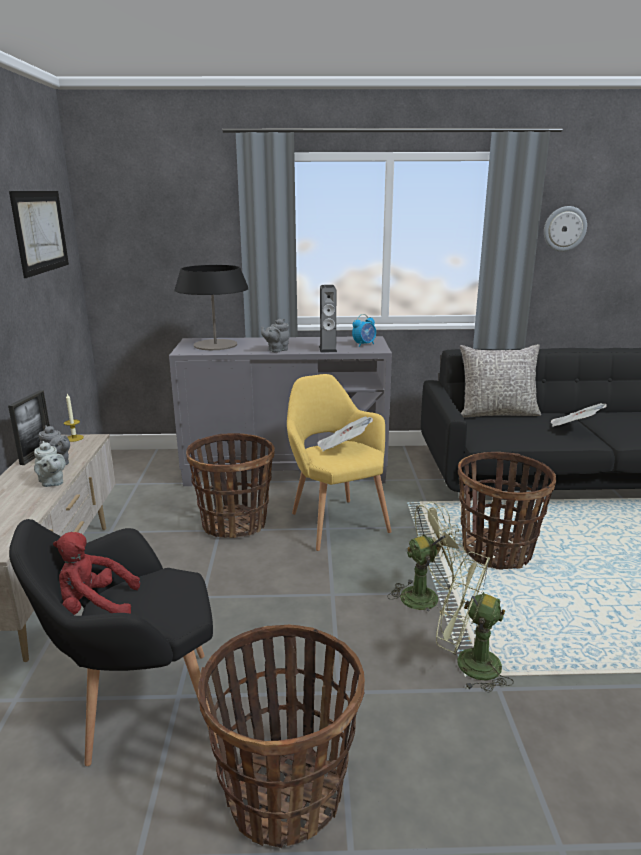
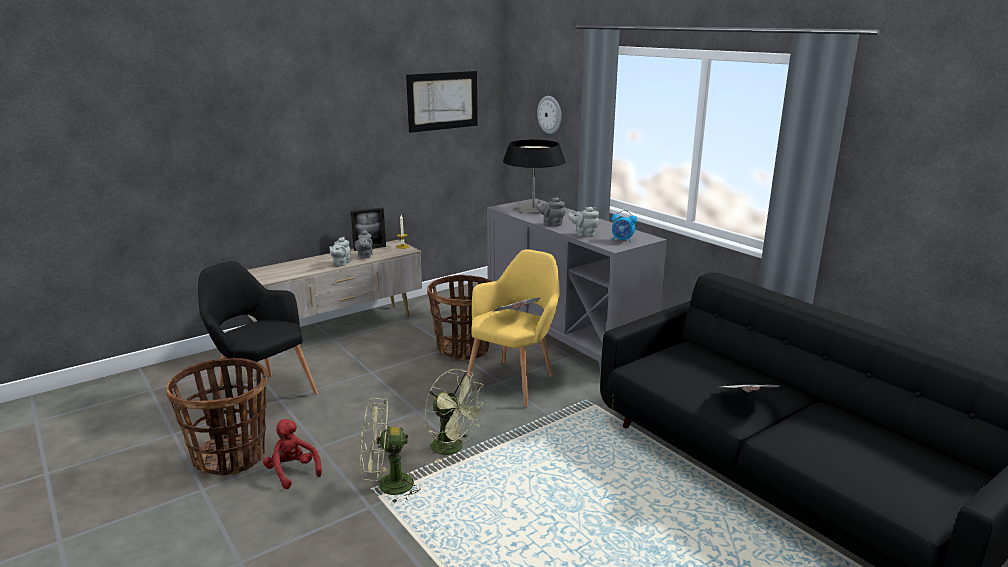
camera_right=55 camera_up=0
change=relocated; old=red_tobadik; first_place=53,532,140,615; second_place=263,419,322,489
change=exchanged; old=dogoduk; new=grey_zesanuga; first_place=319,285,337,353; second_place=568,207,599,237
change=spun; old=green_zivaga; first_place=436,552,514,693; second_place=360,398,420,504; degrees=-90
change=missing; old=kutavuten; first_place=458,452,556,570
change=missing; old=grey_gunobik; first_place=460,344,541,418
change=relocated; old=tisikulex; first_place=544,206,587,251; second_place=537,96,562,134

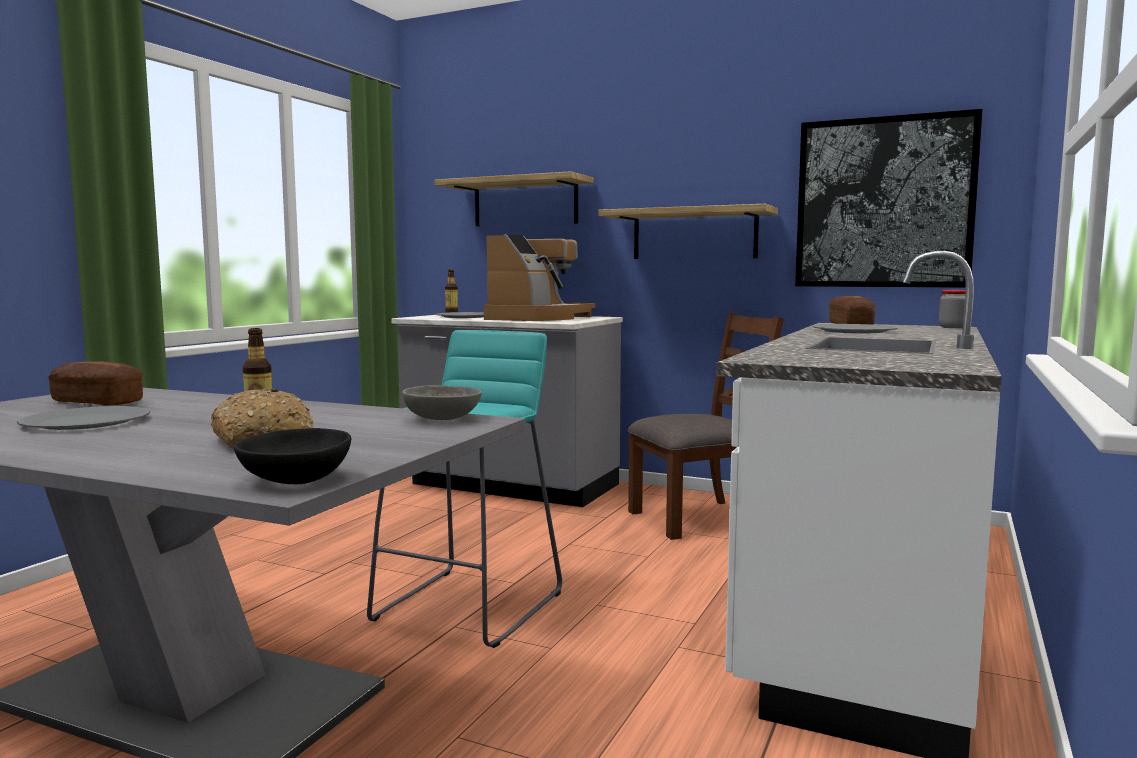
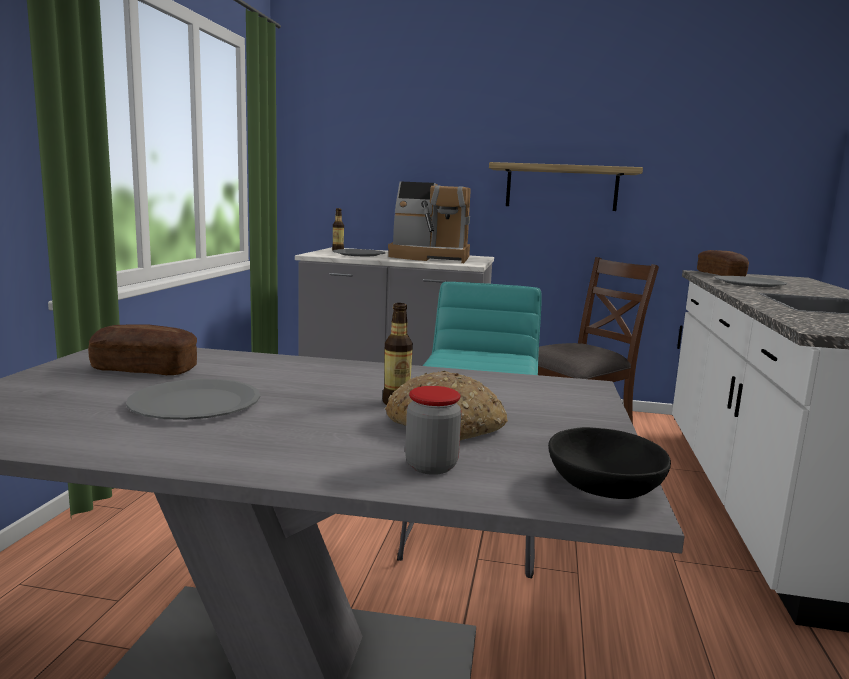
camera_right=-15 camera_up=5
change=missing; old=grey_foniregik; first_place=402,385,482,420
change=missing; old=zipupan; first_place=435,171,594,226
change=spun; old=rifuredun; first_place=484,234,595,321; second_place=388,181,471,263; degrees=90
change=missing; old=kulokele; first_place=795,109,982,288
change=relocated; old=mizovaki; first_place=939,290,966,328; second_place=405,386,461,475

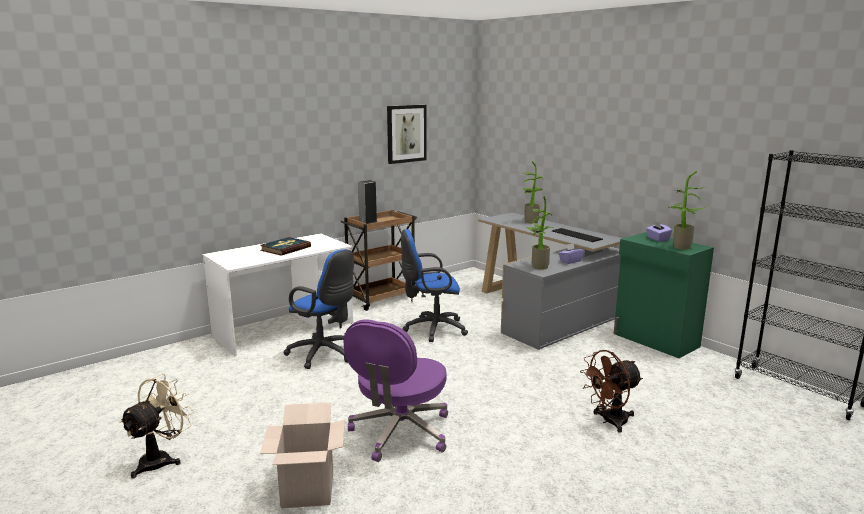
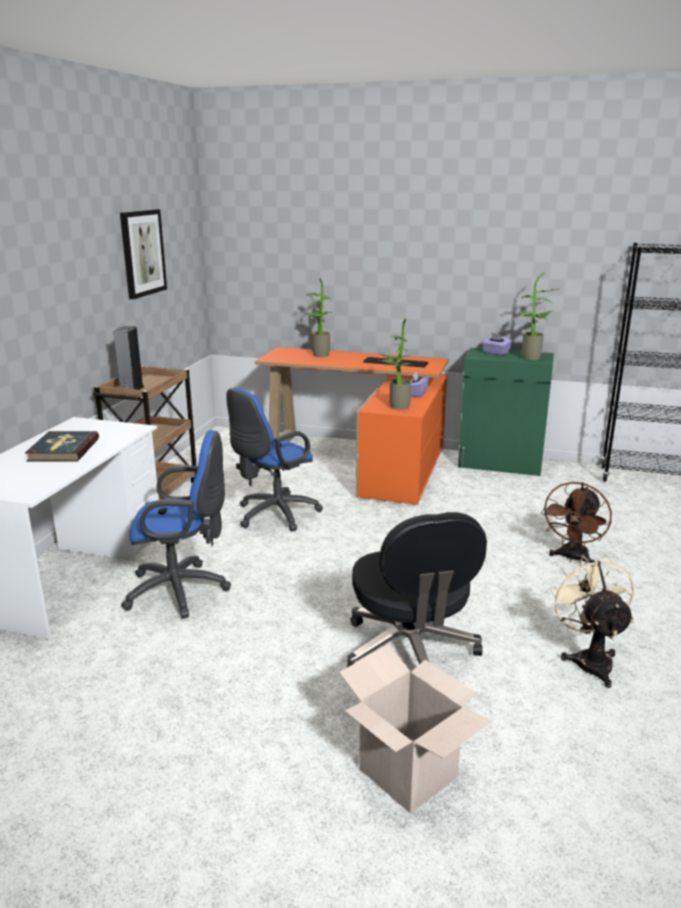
camera_right=-35 camera_up=5
change=relocated; old=beige_zivaga; first_place=120,374,194,479; second_place=550,555,635,688
change=colour; old=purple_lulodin; new=black_lulodin; first_place=343,319,448,462; second_place=346,512,487,668
change=colour; old=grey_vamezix; new=orange_vamezix; first_place=478,212,622,350; second_place=255,347,449,505

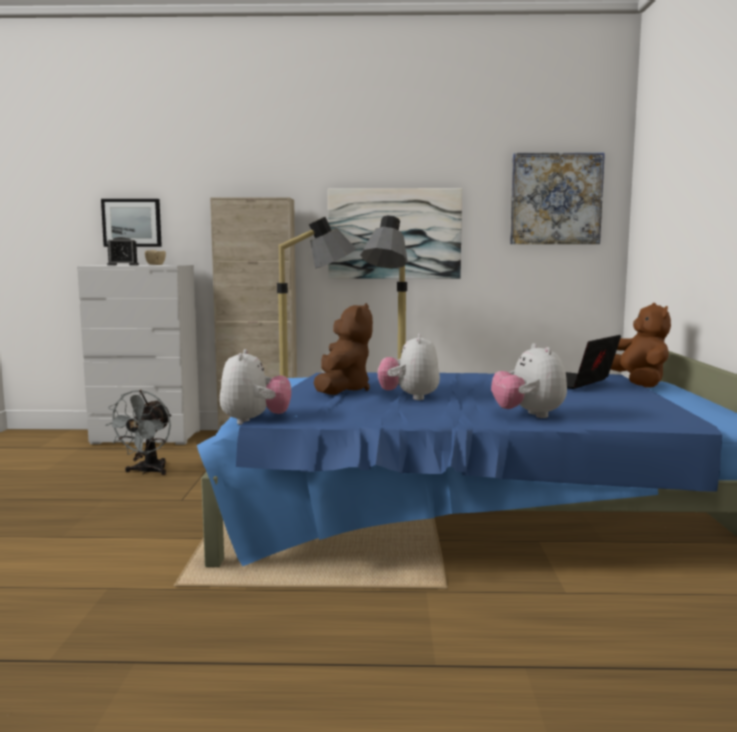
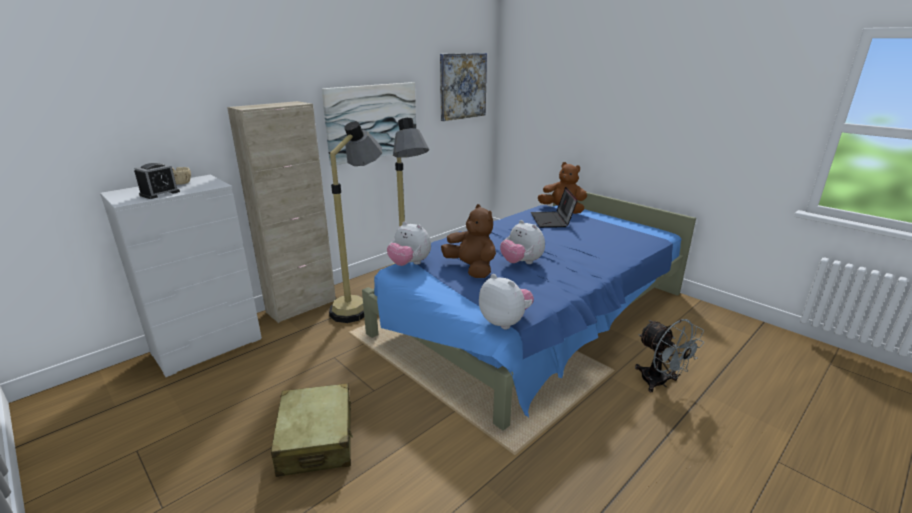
camera_right=-45 camera_up=15
change=missing; old=kulokele; first_place=101,199,162,247
change=relocated; old=grey_zivaga; first_place=105,390,171,475; second_place=635,319,704,392
change=relocated; old=tobadik; first_place=491,343,567,418; second_place=387,221,431,266
change=appeared; new=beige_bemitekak; second_place=271,383,353,477

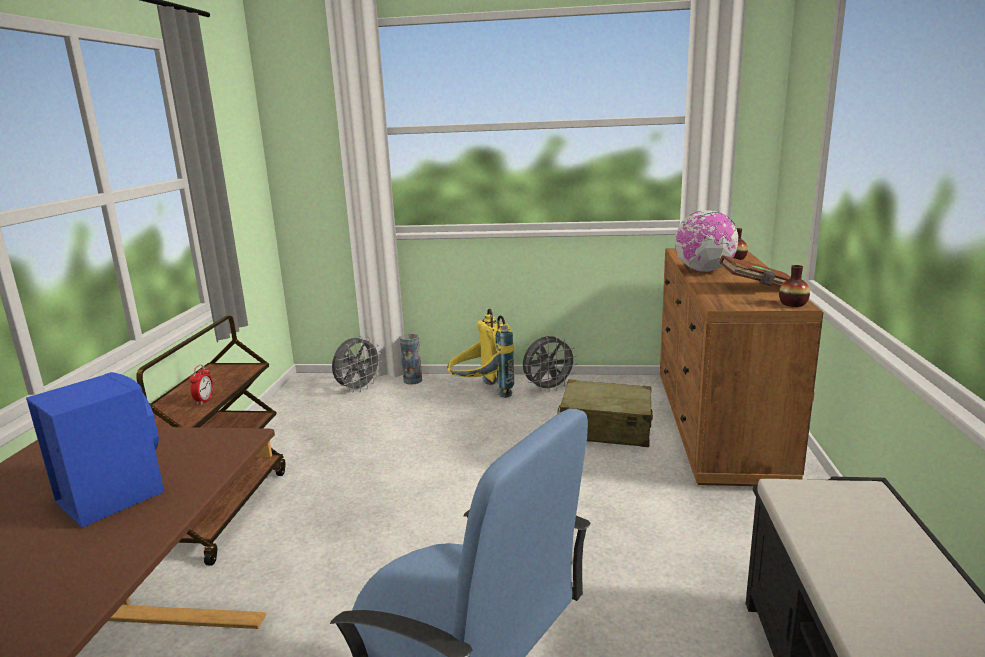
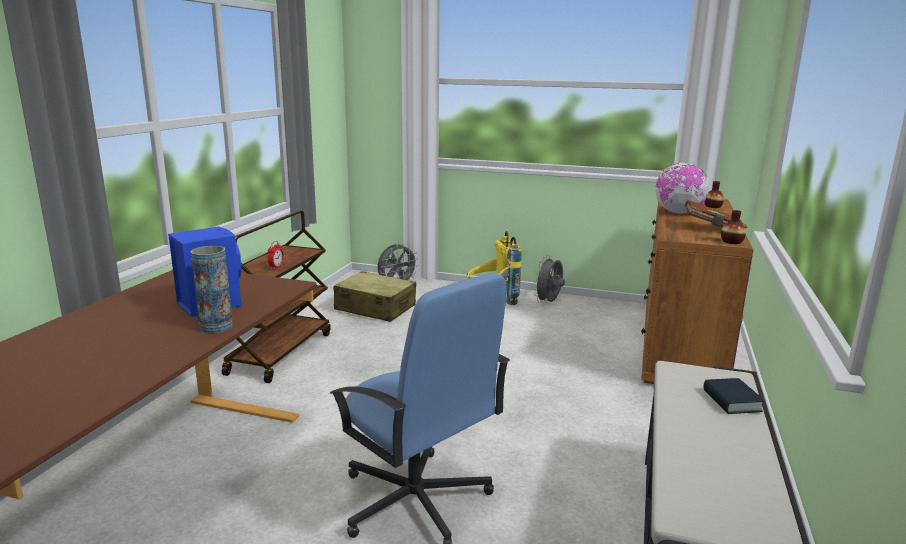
camera_right=10 camera_up=0
change=relocated; old=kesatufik; first_place=400,334,422,385; second_place=191,246,233,333
change=spun; old=grey_zivaga; first_place=523,336,577,393; second_place=533,255,565,303; degrees=135
change=relocated; old=beige_bemitekak; first_place=557,380,653,447; second_place=334,271,416,322
change=appeared; new=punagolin; second_place=703,378,764,414

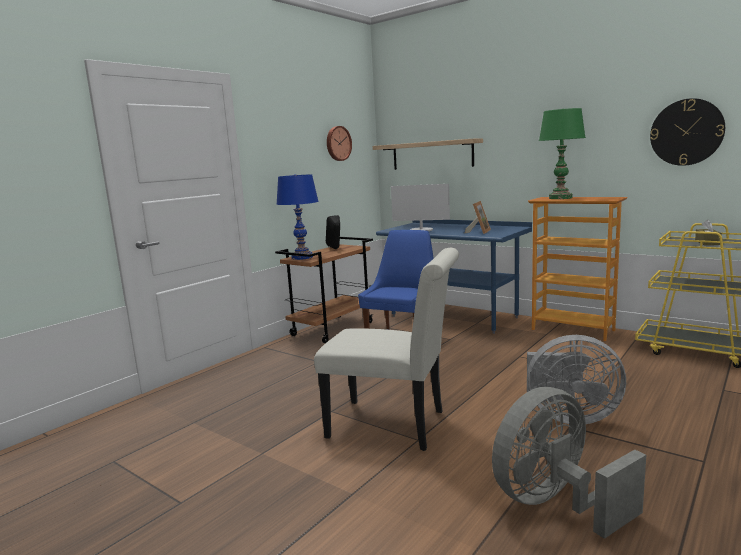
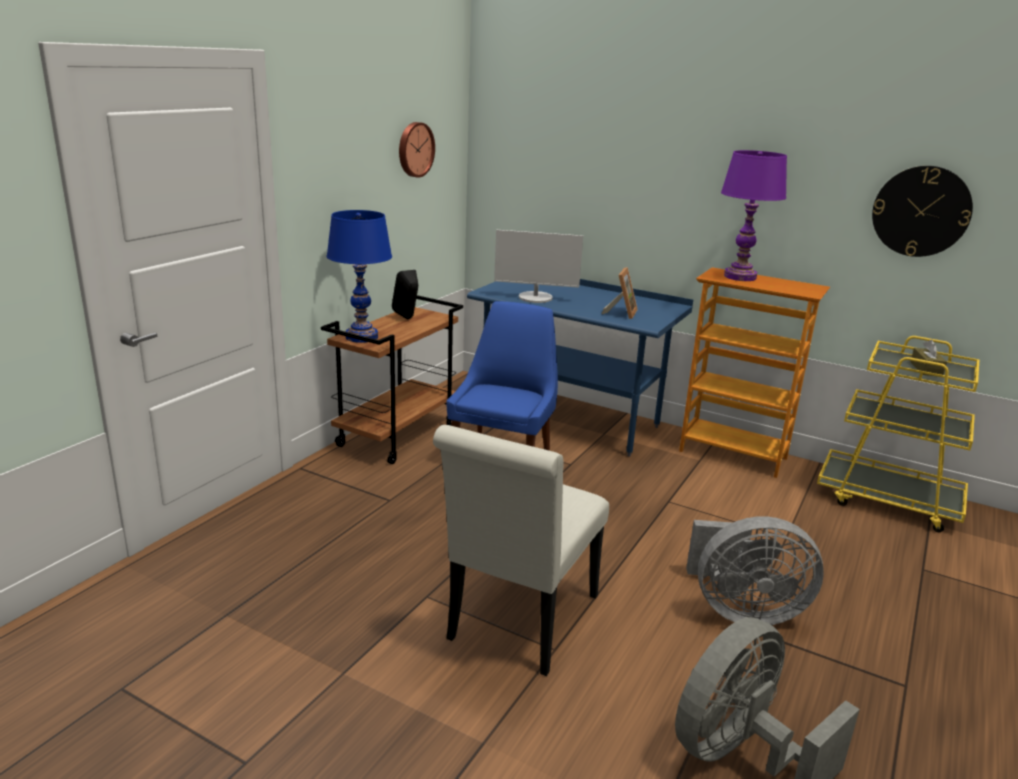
camera_right=-10 camera_up=10
change=spun; old=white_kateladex; first_place=314,248,459,451; second_place=433,425,609,676; degrees=105
change=missing; old=zipupan; first_place=372,138,483,170
change=colour; old=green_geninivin; new=purple_geninivin; first_place=539,108,586,199; second_place=721,150,787,281

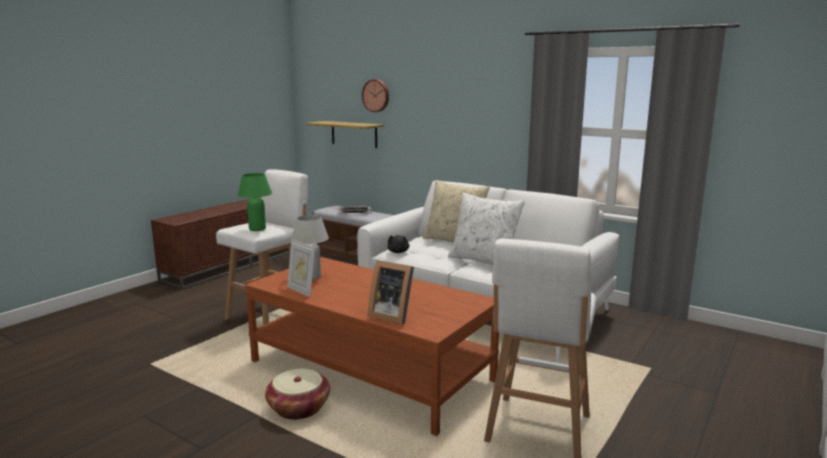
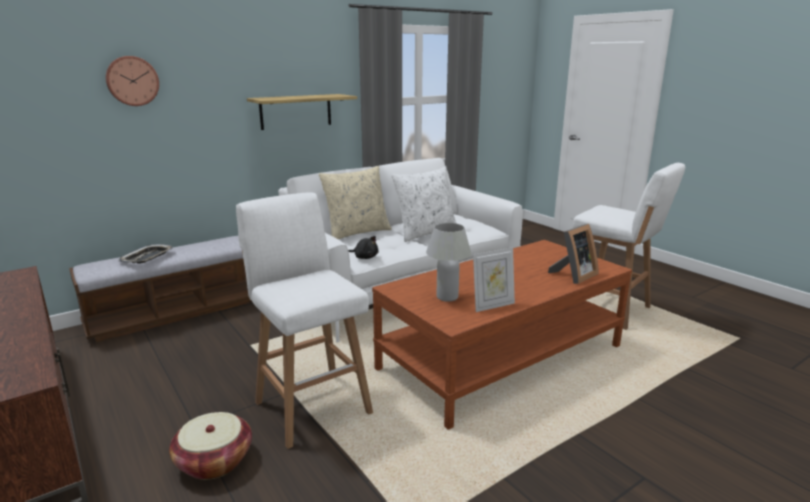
camera_right=-70 camera_up=5
change=missing; old=green_geninivin; first_place=238,173,272,231
change=relocated; old=kutavuten; first_place=265,369,330,420; second_place=169,412,252,480
change=relocated; old=zipupan; first_place=306,121,384,148; second_place=247,94,357,130

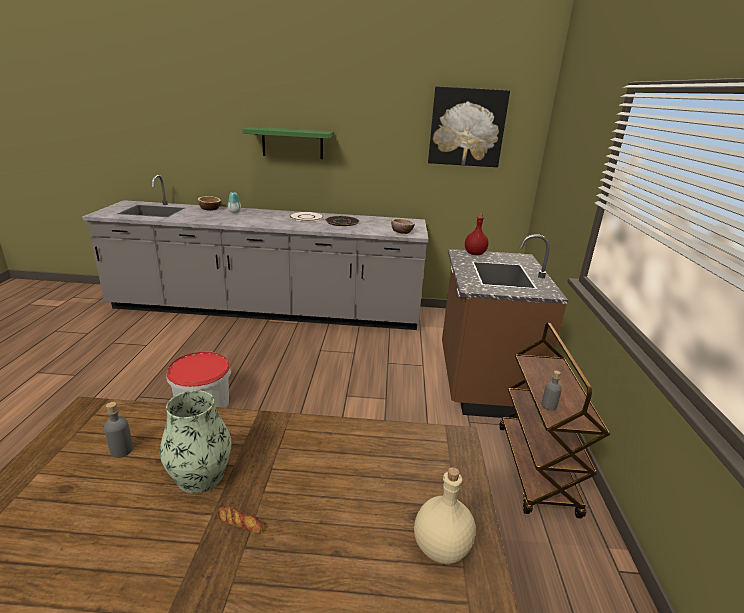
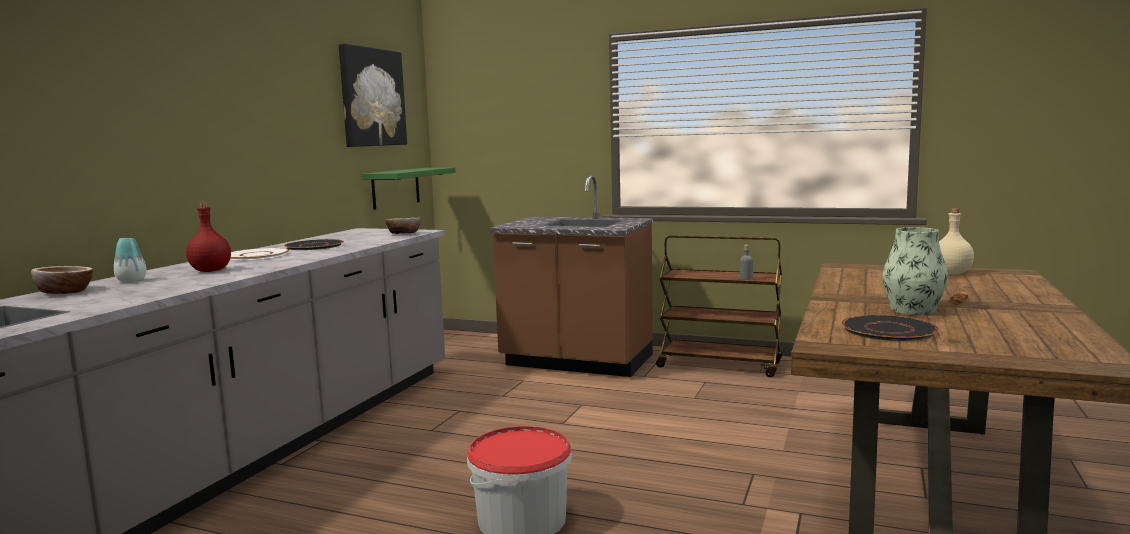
camera_right=-70 camera_up=-15
change=exchanged; old=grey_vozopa; new=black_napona; first_place=104,402,133,458; second_place=841,315,939,341
change=relocated; old=green_zipupan; first_place=243,127,333,159; second_place=362,167,456,210
change=relocated; old=red_vozopa; first_place=465,214,488,255; second_place=186,202,231,272

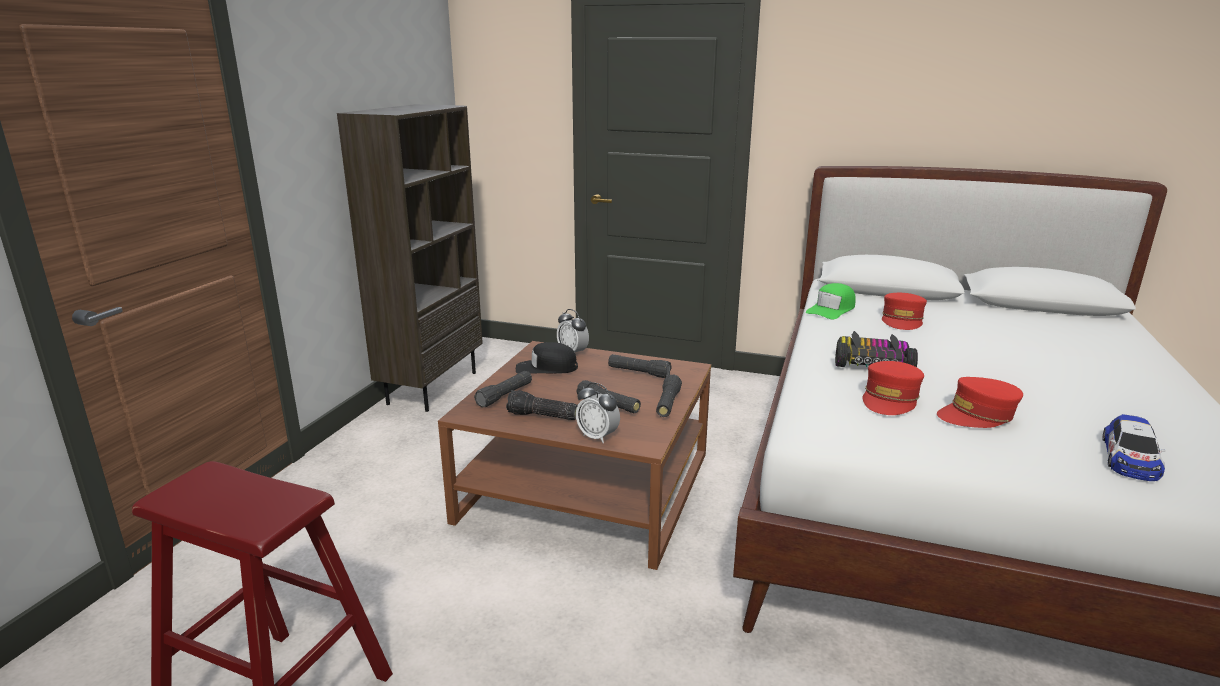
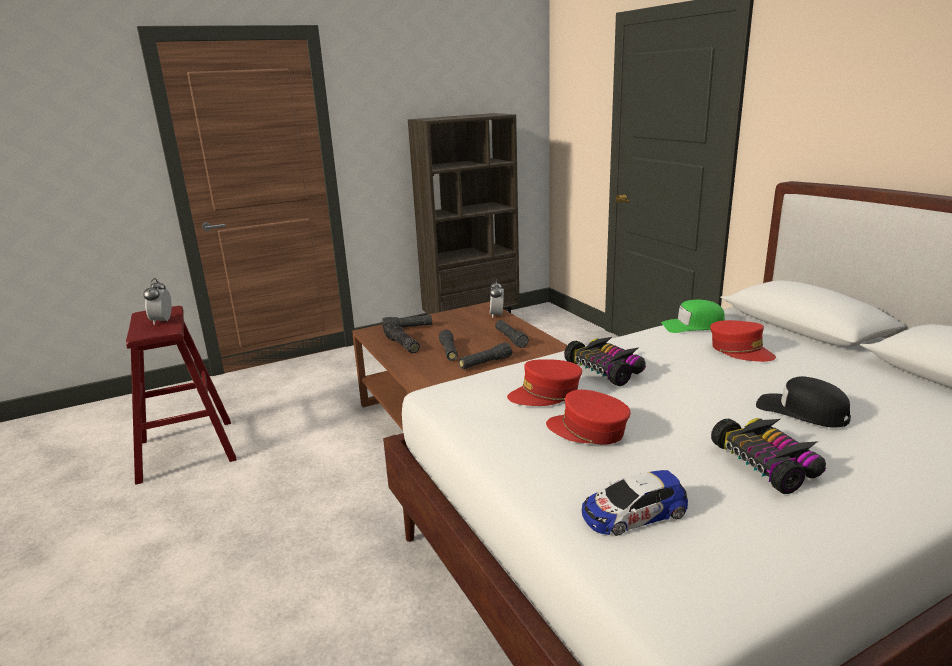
camera_right=45 camera_up=0
change=relocated; old=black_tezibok; first_place=516,342,578,374; second_place=756,376,851,428
change=relocated; old=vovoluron; first_place=576,382,620,443; second_place=143,278,172,325
change=spun; old=red_tezibok; first_place=882,293,927,330; second_place=710,320,776,362; degrees=-105
change=appeared; new=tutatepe; second_place=711,418,826,494

